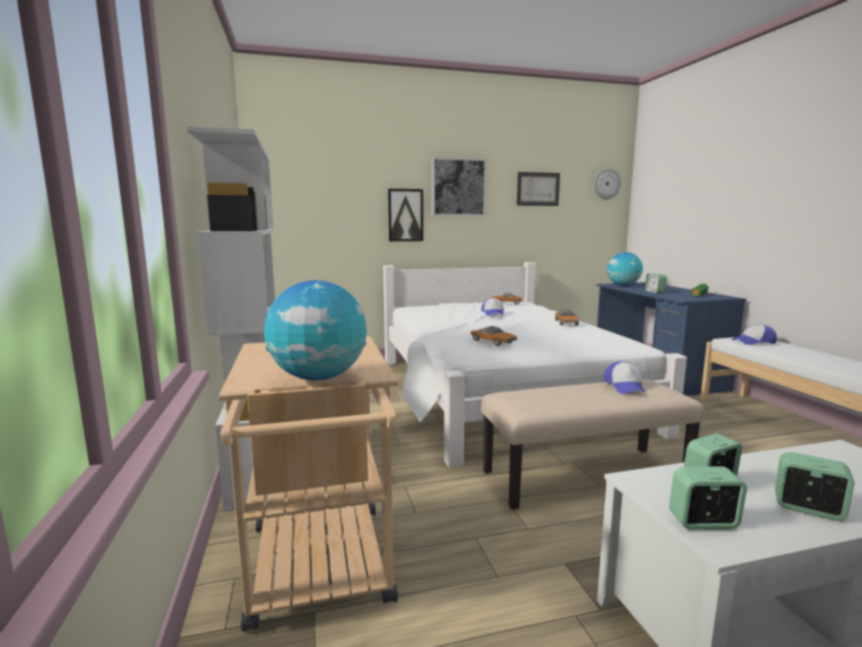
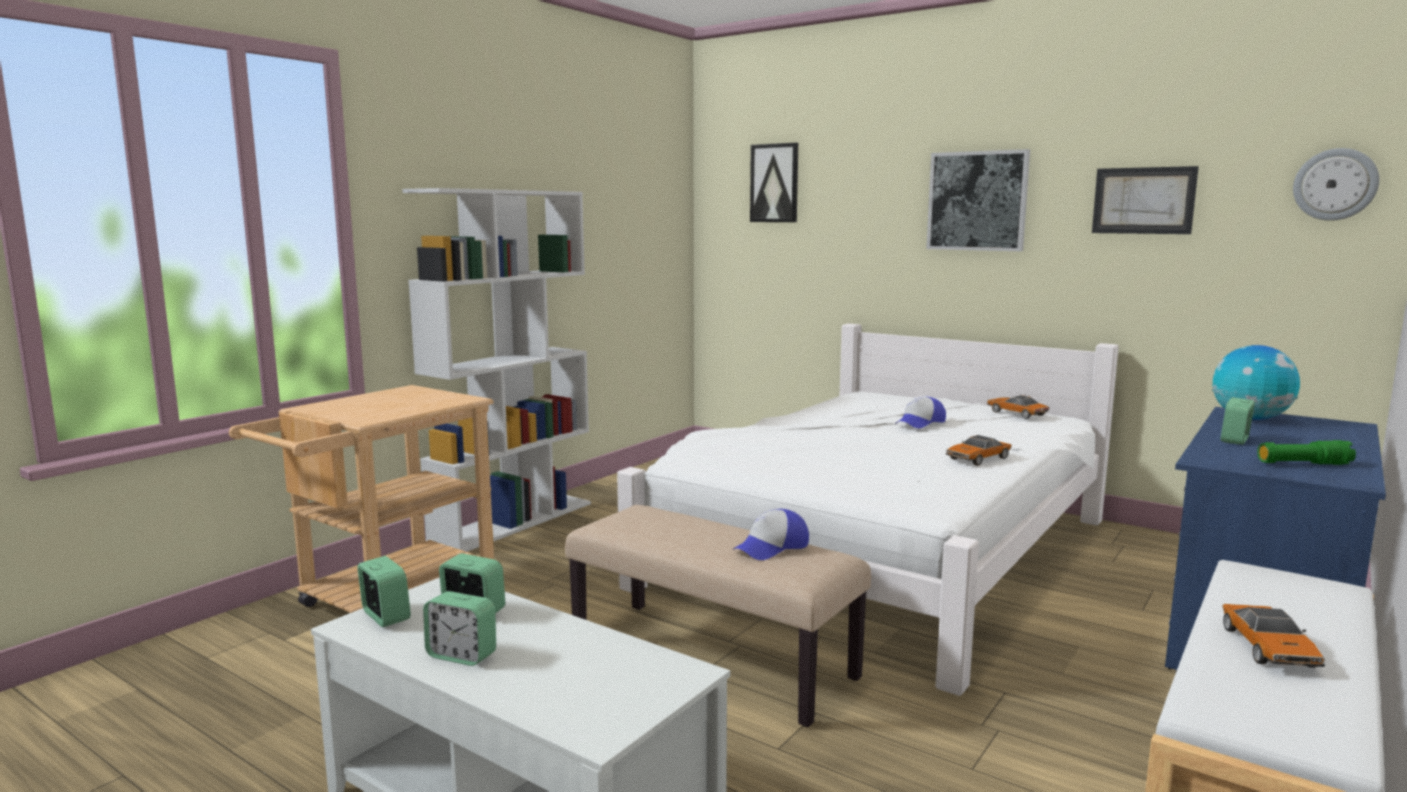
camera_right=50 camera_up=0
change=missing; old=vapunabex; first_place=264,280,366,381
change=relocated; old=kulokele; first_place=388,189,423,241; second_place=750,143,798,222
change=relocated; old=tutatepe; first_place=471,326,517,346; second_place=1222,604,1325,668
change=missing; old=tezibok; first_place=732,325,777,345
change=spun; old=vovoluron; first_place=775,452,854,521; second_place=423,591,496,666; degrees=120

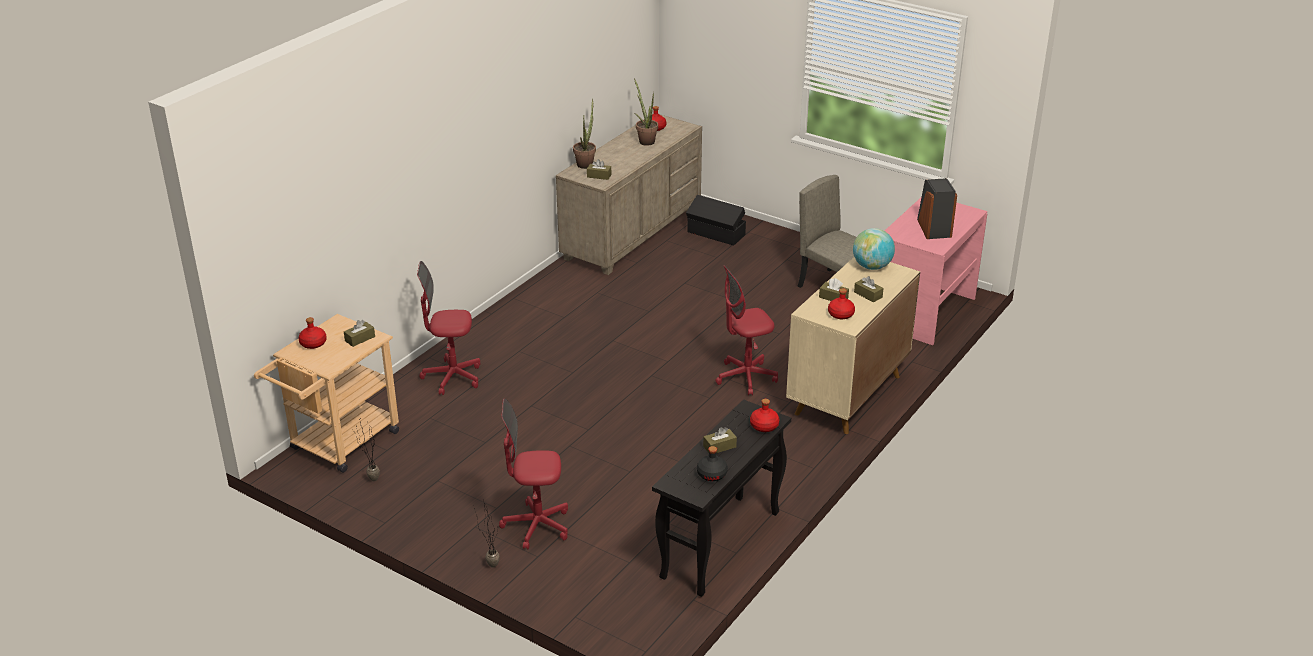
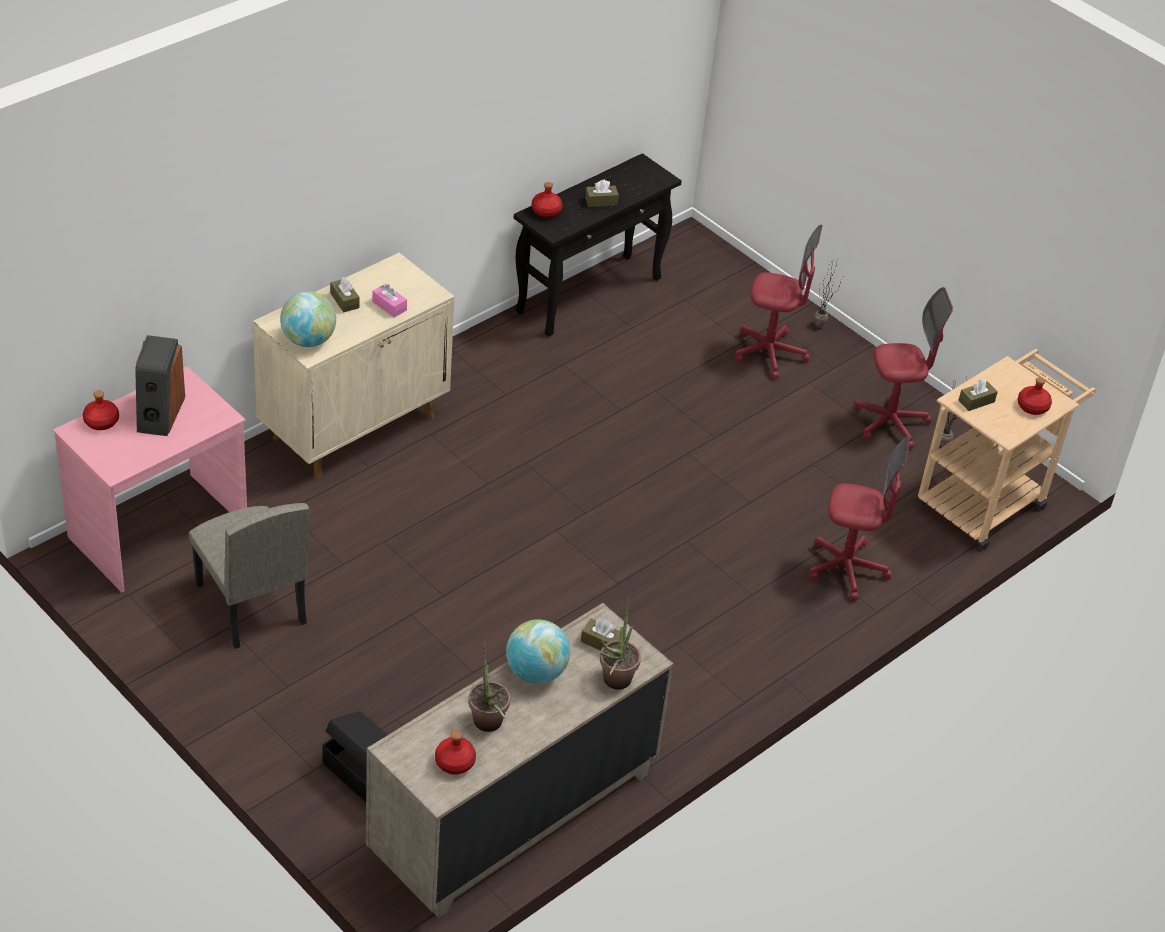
camera_right=-170 camera_up=10
change=missing; old=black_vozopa; first_place=697,446,728,481
change=relocated; old=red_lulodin; first_place=715,265,778,395; second_place=854,287,953,449
change=colour; old=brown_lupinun; new=pink_lupinun; first_place=819,278,849,301; second_place=372,284,407,317
change=relocated; old=red_vozopa; first_place=828,288,855,319; second_place=83,390,119,430
change=appeared; new=vapunabex; second_place=506,619,570,684

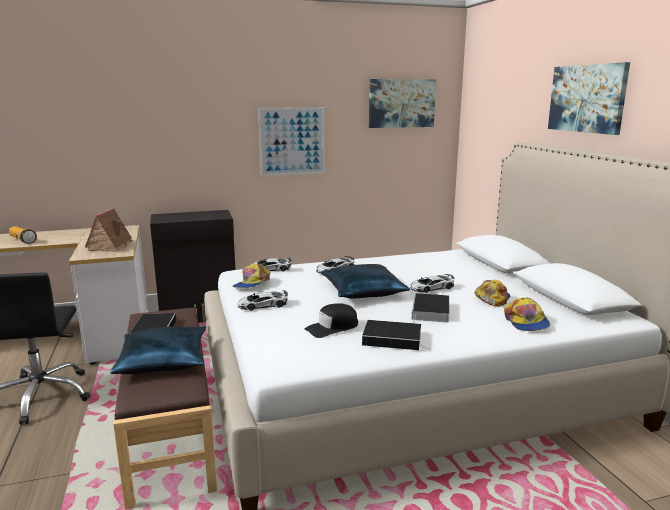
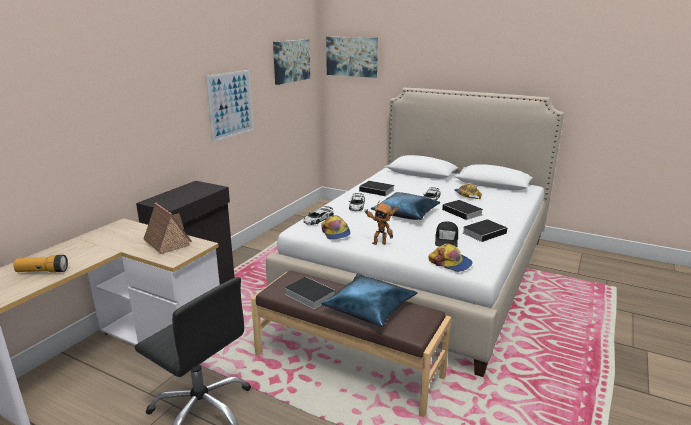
camera_right=-45 camera_up=5
change=exchanged; old=tutatepe; new=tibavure; first_place=238,290,288,310; second_place=365,200,398,245
change=relocated; old=tezibok; first_place=504,297,550,331; second_place=428,244,473,272
change=relocated; old=kulokele; first_place=548,62,630,135; second_place=326,37,378,78
change=appeared; new=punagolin; second_place=359,181,394,196

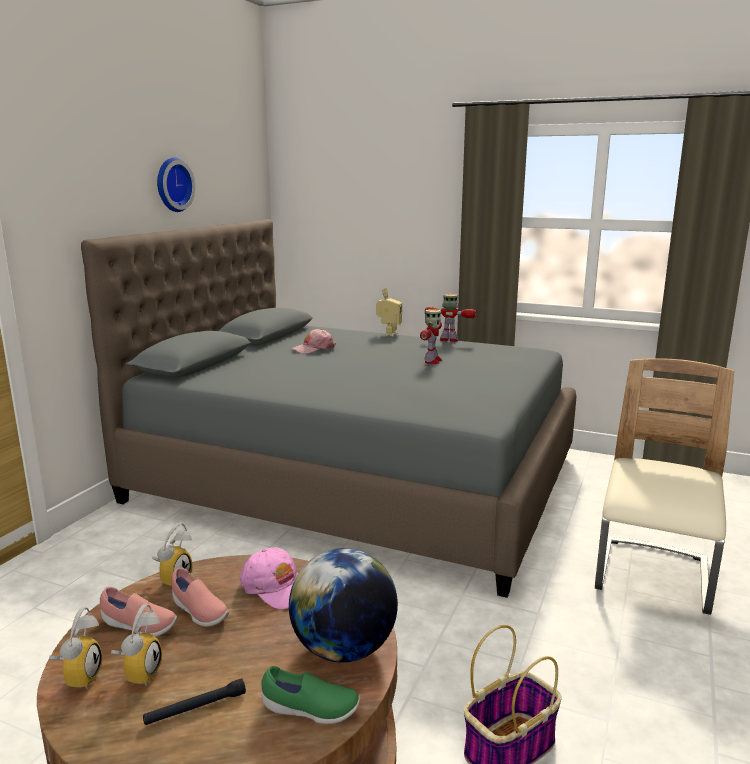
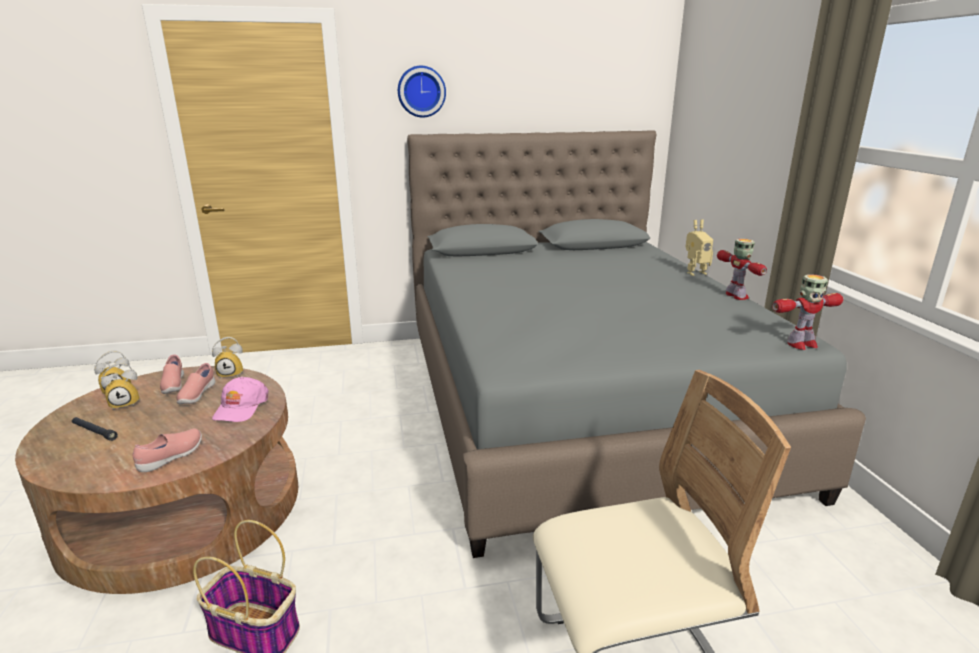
camera_right=55 camera_up=5
change=relocated; old=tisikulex; first_place=157,158,195,212; second_place=398,66,446,118
change=missing; old=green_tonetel; first_place=261,666,360,724
change=exchanged; old=vapunabex; new=pink_tonetel; first_place=289,548,398,663; second_place=133,428,202,472
change=missing; old=pink_tezibok; first_place=292,329,336,354
change=relocated; old=tibavure; first_place=420,309,442,364; second_place=772,274,843,350

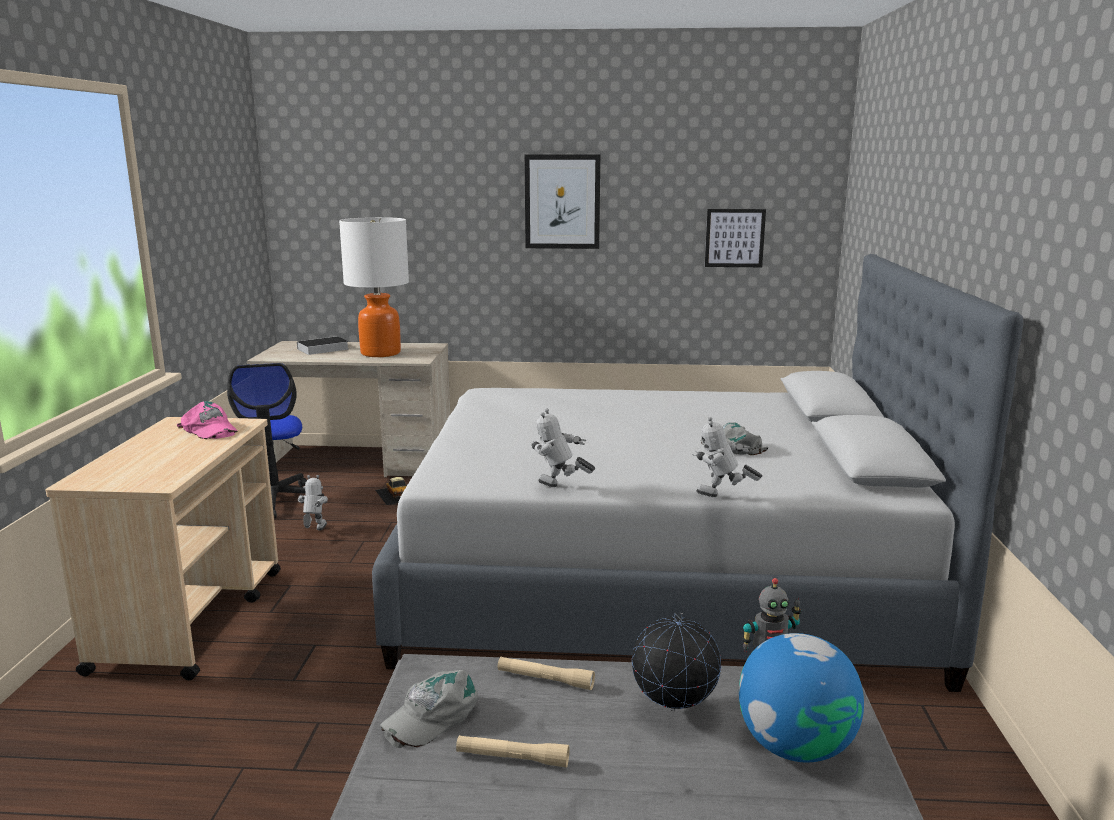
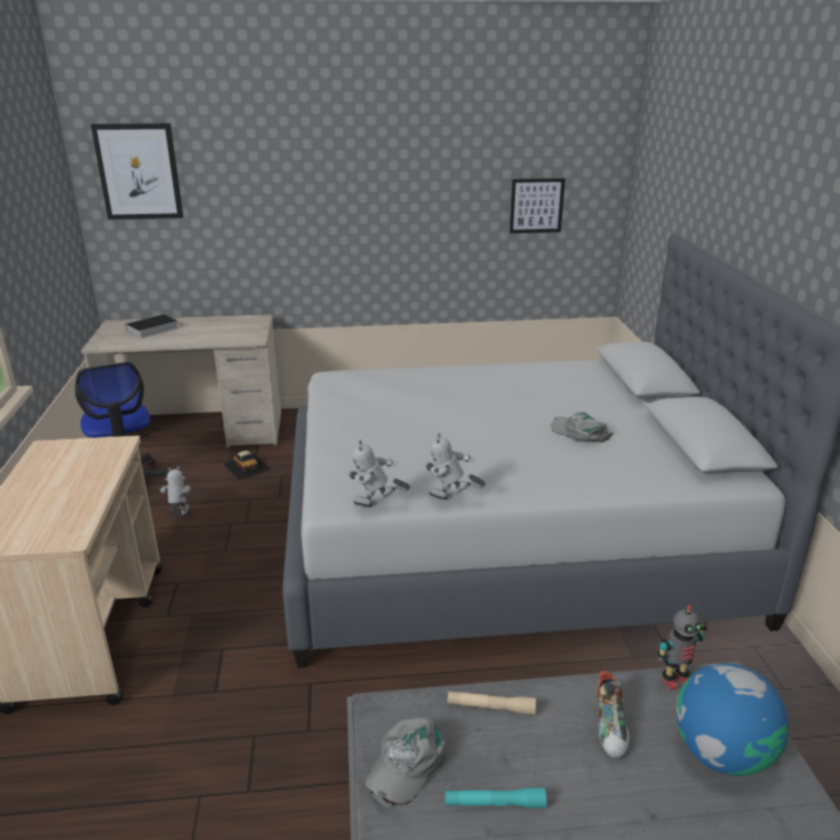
camera_right=-10 camera_up=10
change=missing; old=pink_tezibok; first_place=177,401,238,439
change=missing; old=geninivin; first_place=339,217,409,357
change=colour; old=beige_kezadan; new=turquoise_kezadan; first_place=456,735,569,768; second_place=445,787,546,808
change=relocated; old=kulokele; first_place=525,155,601,249; second_place=91,123,183,220
change=exchanged; old=vapunabex; new=tonetel; first_place=632,613,721,711; second_place=597,671,630,758
change=relocated; old=tibavure; first_place=693,417,763,497; second_place=346,439,410,507

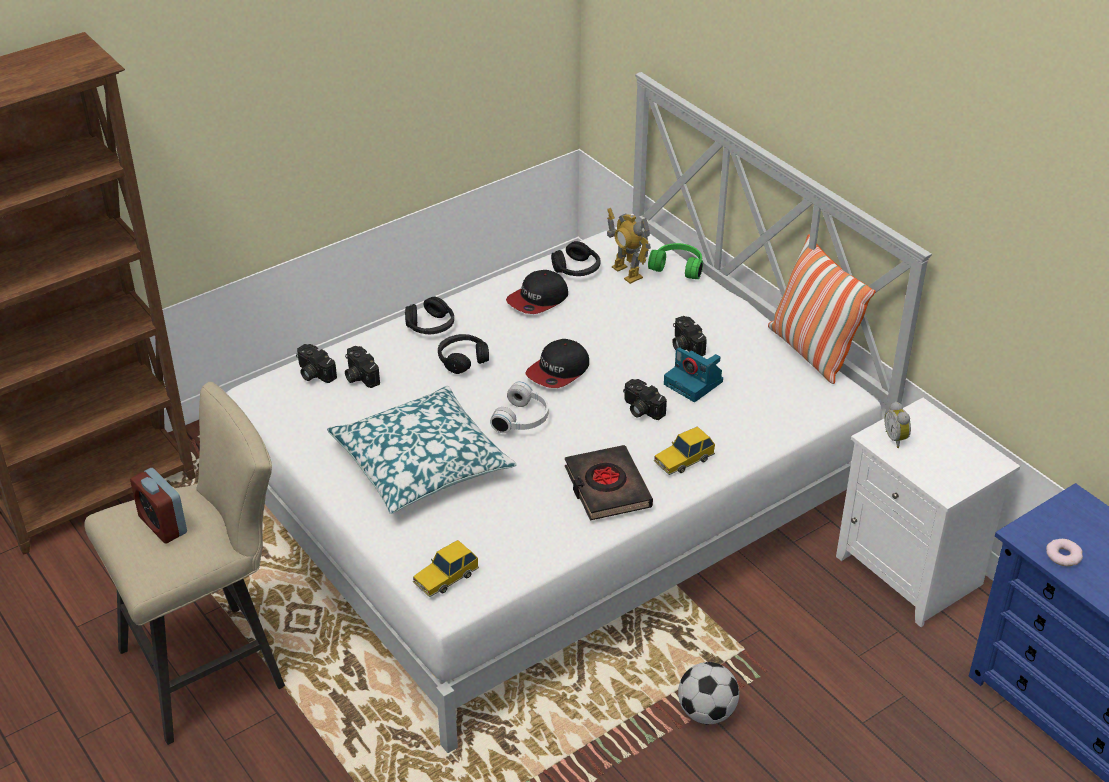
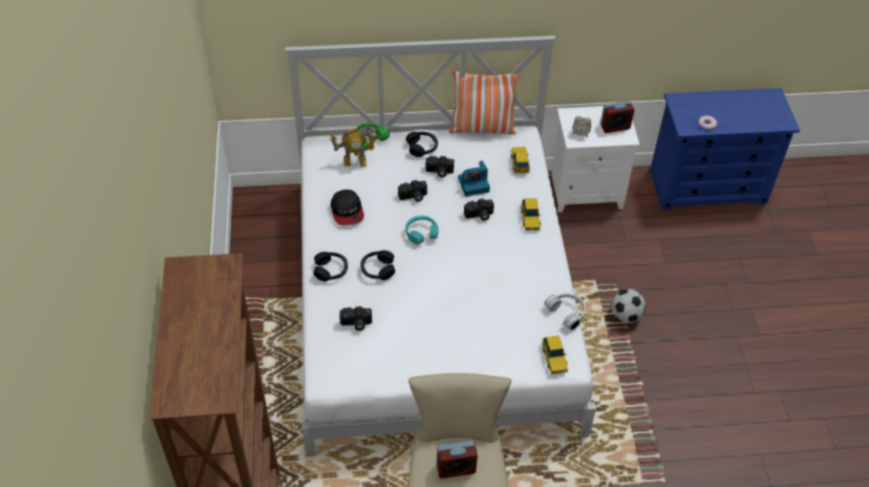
camera_right=-60 camera_up=10
change=relocated; old=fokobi; first_place=296,344,337,383; second_place=398,180,427,202
change=missing; old=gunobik; first_place=327,386,517,514
change=relocated; old=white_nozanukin; first_place=490,381,549,433; second_place=544,293,586,330
change=exchanged; old=tezibok; new=turquoise_nozanukin; first_place=525,339,589,388; second_place=405,215,438,244
change=relocated; old=black_nozanukin; first_place=551,241,600,276; second_place=406,132,438,157
change=missing; old=black_punagolin; first_place=565,445,653,521
change=appeared; new=tutatepe; second_place=511,147,530,173
change=appeared; new=vovoluron; second_place=600,101,634,133

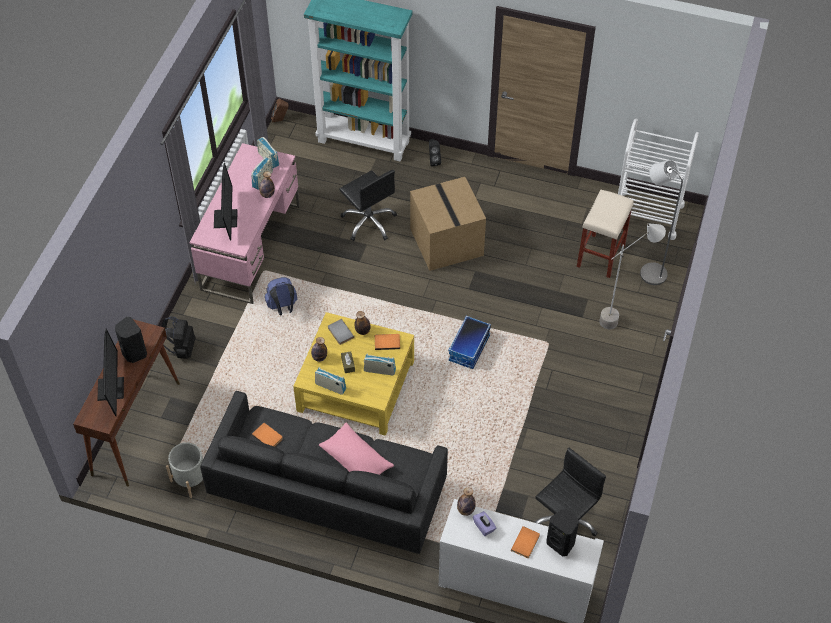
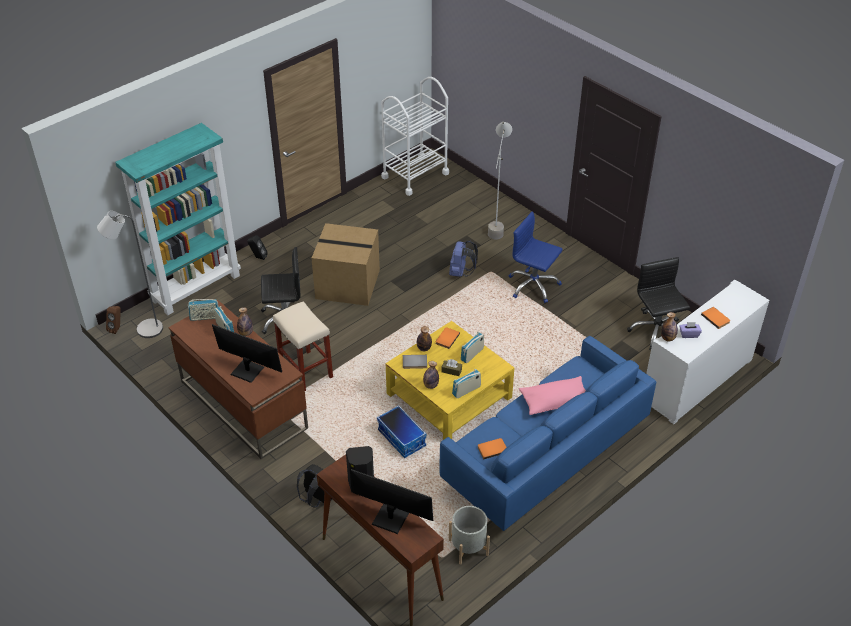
camera_right=-60 camera_up=-10
change=colour; old=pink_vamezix; new=brown_vamezix; first_place=190,143,300,304; second_place=169,300,308,459
change=colour; old=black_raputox; new=blue_raputox; first_place=200,391,448,554; second_place=439,336,657,531
change=relocated; old=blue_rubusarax; first_place=265,277,297,315; second_place=449,241,478,277
change=relocated; old=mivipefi; first_place=448,316,491,369; second_place=377,405,426,458
change=missing; old=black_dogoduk; first_place=547,509,579,556
change=relocated; old=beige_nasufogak; first_place=577,189,634,278; second_place=273,301,333,391
change=relocated; old=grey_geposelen; first_place=640,160,683,285; second_place=97,211,163,338
change=appeared; new=blue_lulodin; second_place=509,212,563,303

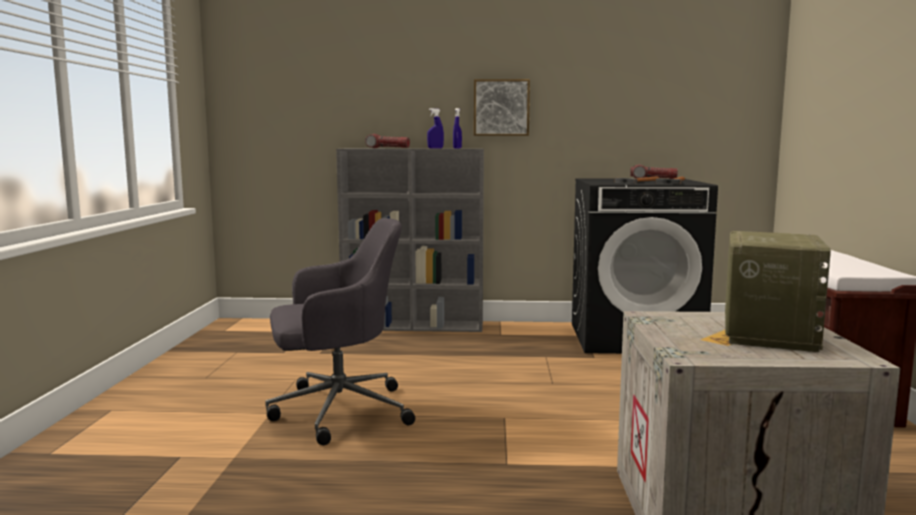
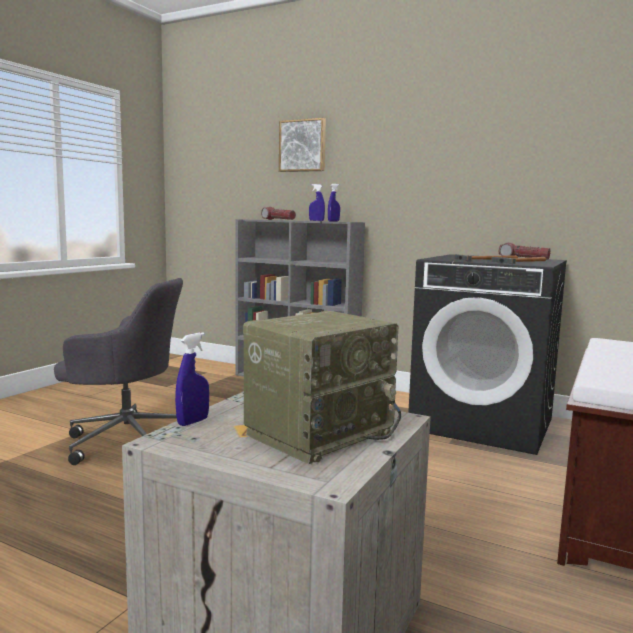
camera_right=25 camera_up=0
change=relocated; old=kulokele; first_place=474,79,530,136; second_place=279,118,326,172
change=appeared; new=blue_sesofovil; second_place=175,333,209,426

